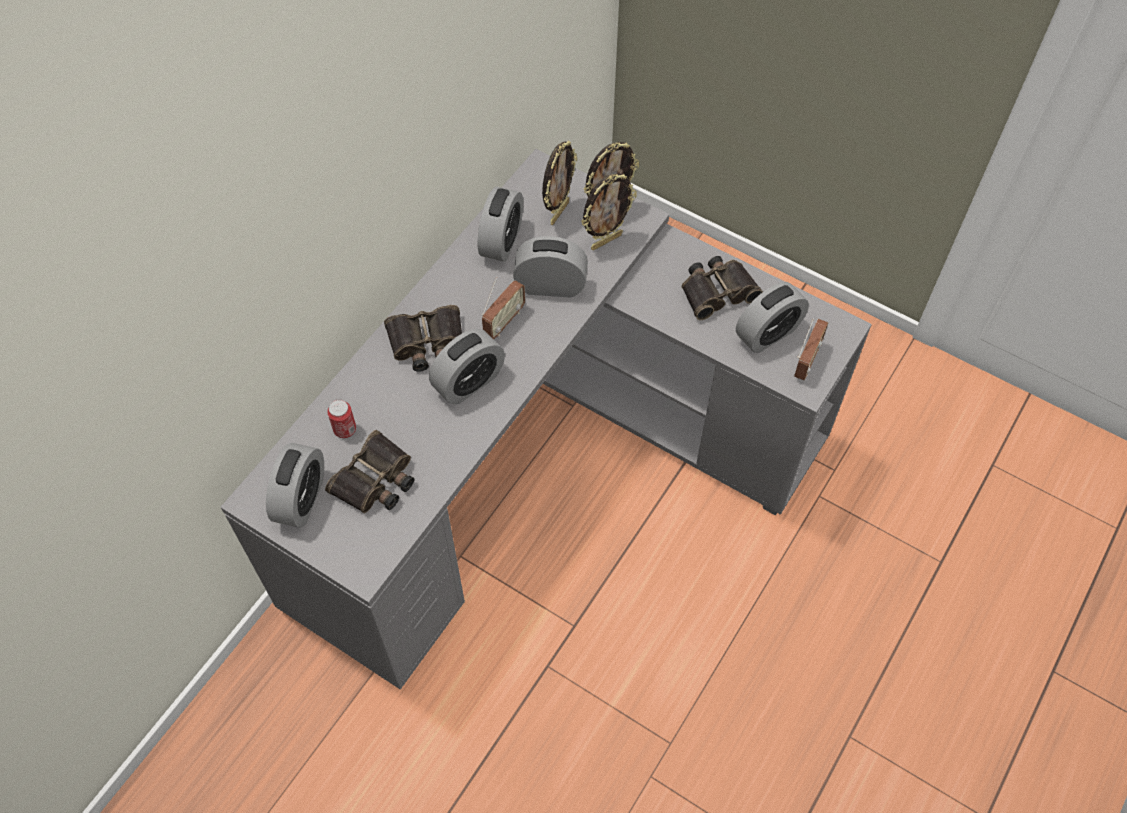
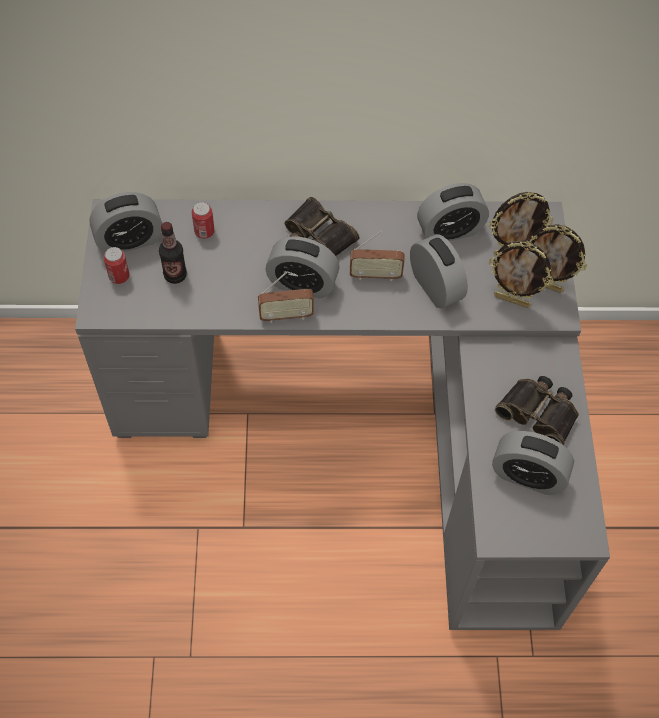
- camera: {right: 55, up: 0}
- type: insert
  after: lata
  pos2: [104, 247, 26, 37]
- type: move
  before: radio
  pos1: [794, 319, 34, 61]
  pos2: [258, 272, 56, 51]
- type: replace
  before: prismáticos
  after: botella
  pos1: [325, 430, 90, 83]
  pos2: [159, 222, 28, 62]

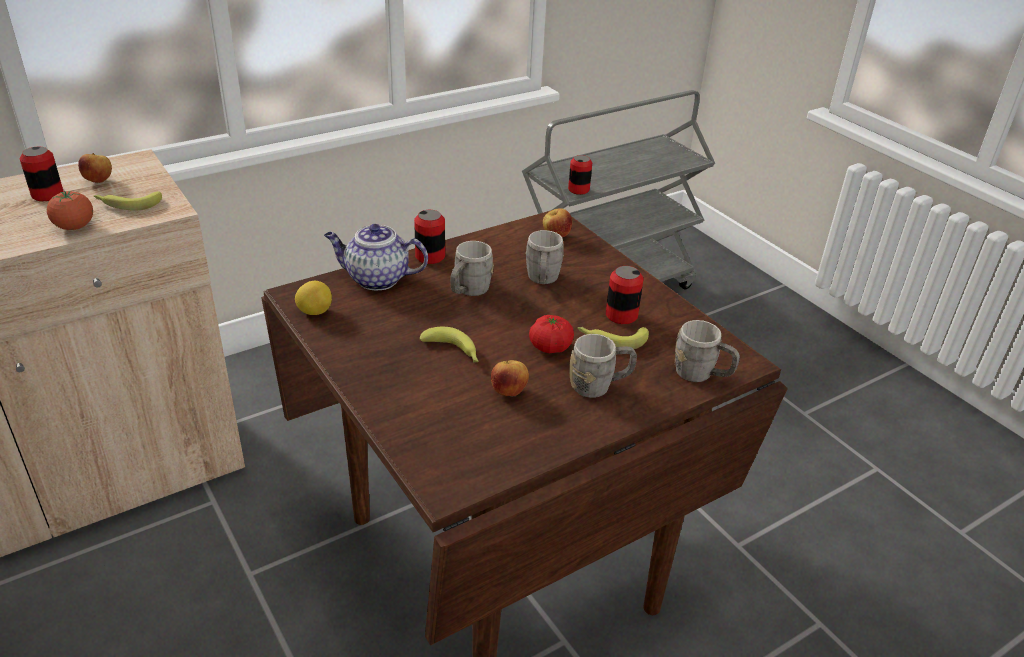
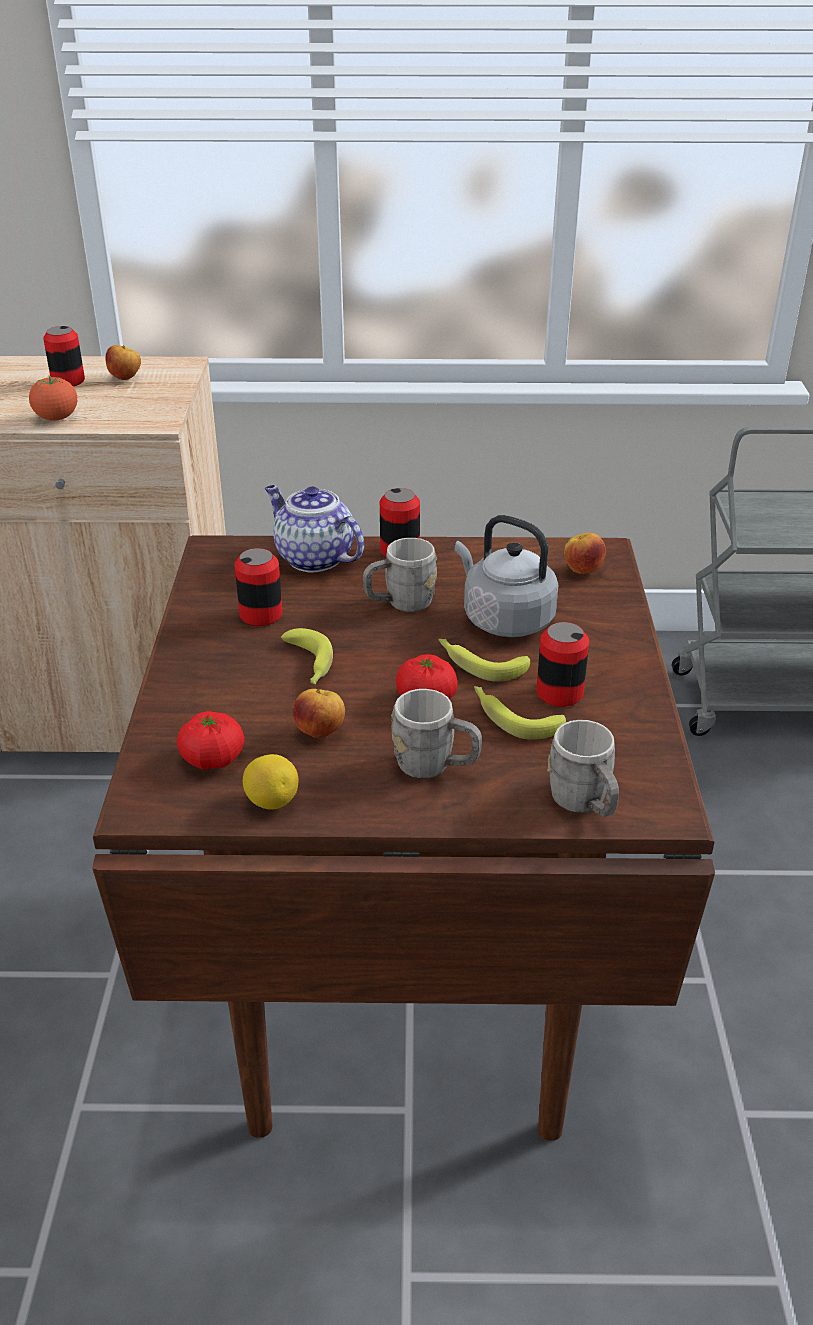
- camera: {right: 35, up: 0}
- type: insert
  after: tomate
  pos2: [177, 711, 68, 58]
- type: move
  before: plátano
  pos1: [94, 191, 68, 20]
  pos2: [438, 639, 92, 42]
- type: move
  before: limón
  pos1: [295, 281, 37, 34]
  pos2: [243, 754, 56, 56]
- type: move
  before: lata
  pos1: [568, 155, 24, 40]
  pos2: [235, 548, 47, 78]
- type: replace
  before: taza grande [gris]
  after: hervidor [gris]
  pos1: [525, 230, 39, 54]
  pos2: [455, 515, 103, 122]

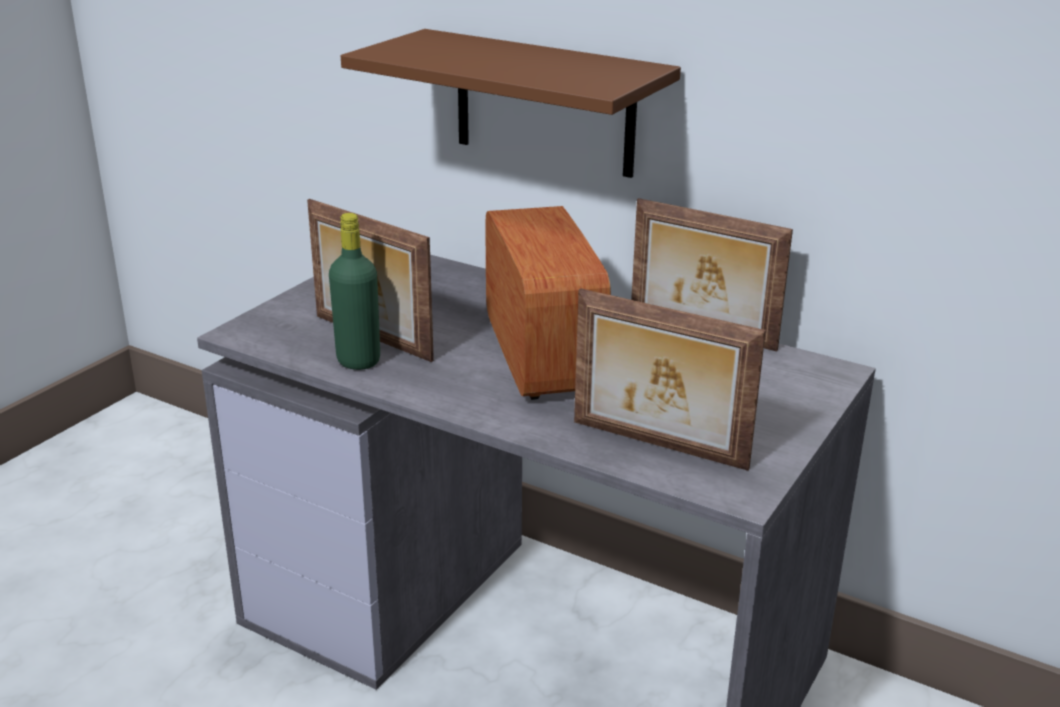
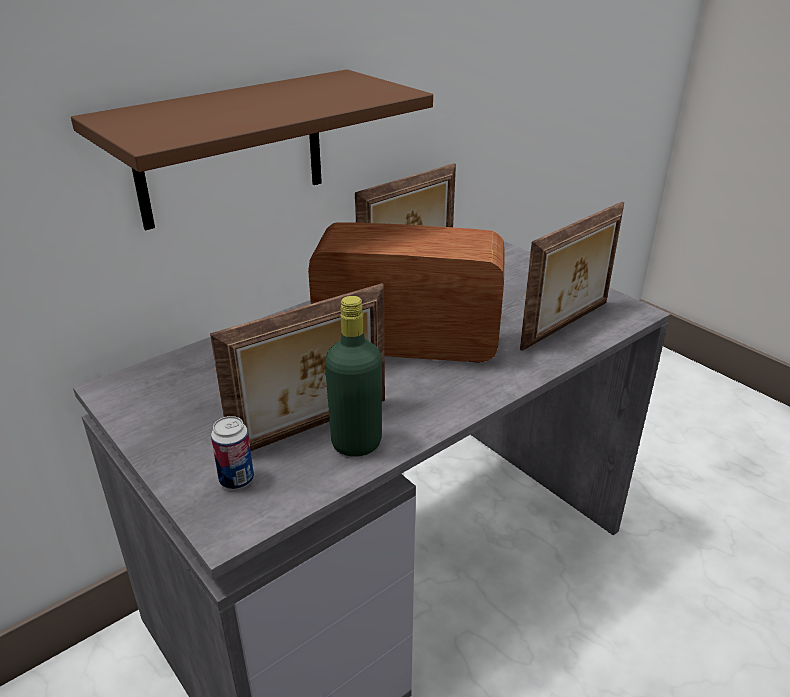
- camera: {right: -70, up: 5}
- type: insert
  after: lata
  pos2: [211, 416, 43, 74]

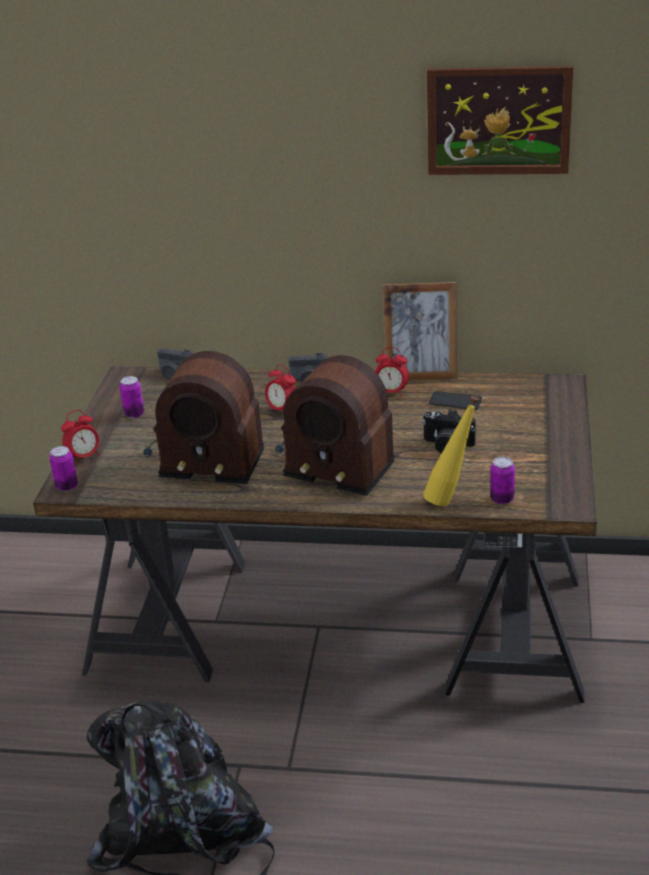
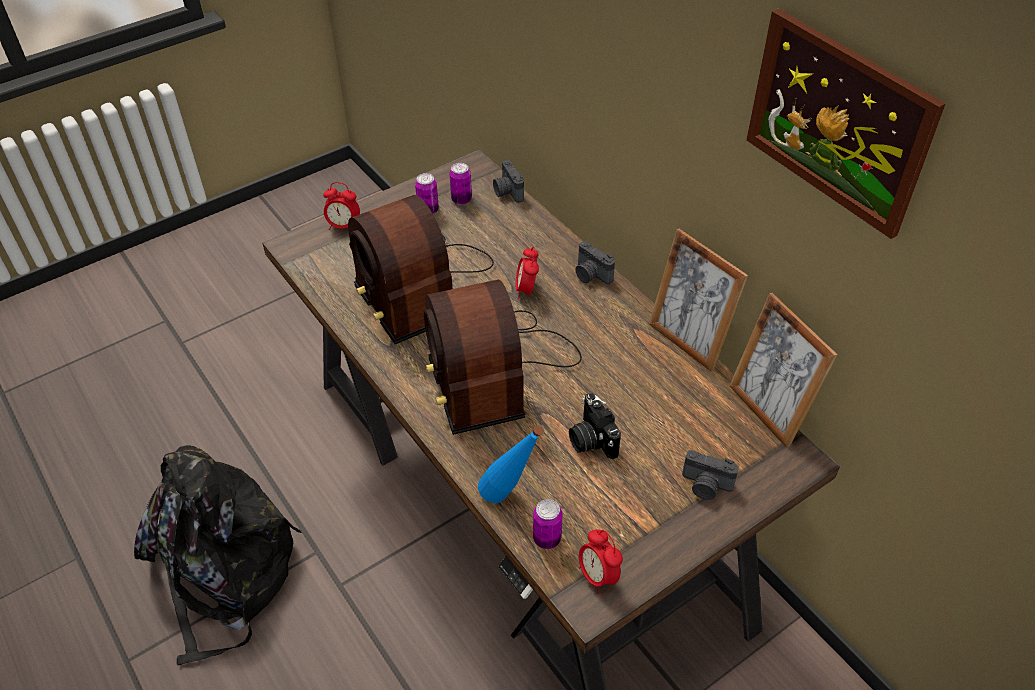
- camera: {right: 45, up: 15}
- type: delete
  before: móvil
  pos1: [429, 391, 53, 19]
- type: insert
  after: cámara
  pos2: [682, 450, 57, 50]
- type: insert
  after: portarretratos
  pos2: [729, 293, 108, 155]
- type: move
  before: lata
  pos1: [49, 446, 29, 45]
  pos2: [449, 163, 23, 42]
- type: move
  before: despertador
  pos1: [375, 347, 34, 50]
  pos2: [579, 529, 44, 65]
- type: recolor
  before: botella [amarillo]
  after: botella [azul]
  pos1: [423, 396, 56, 110]
  pos2: [478, 425, 66, 78]

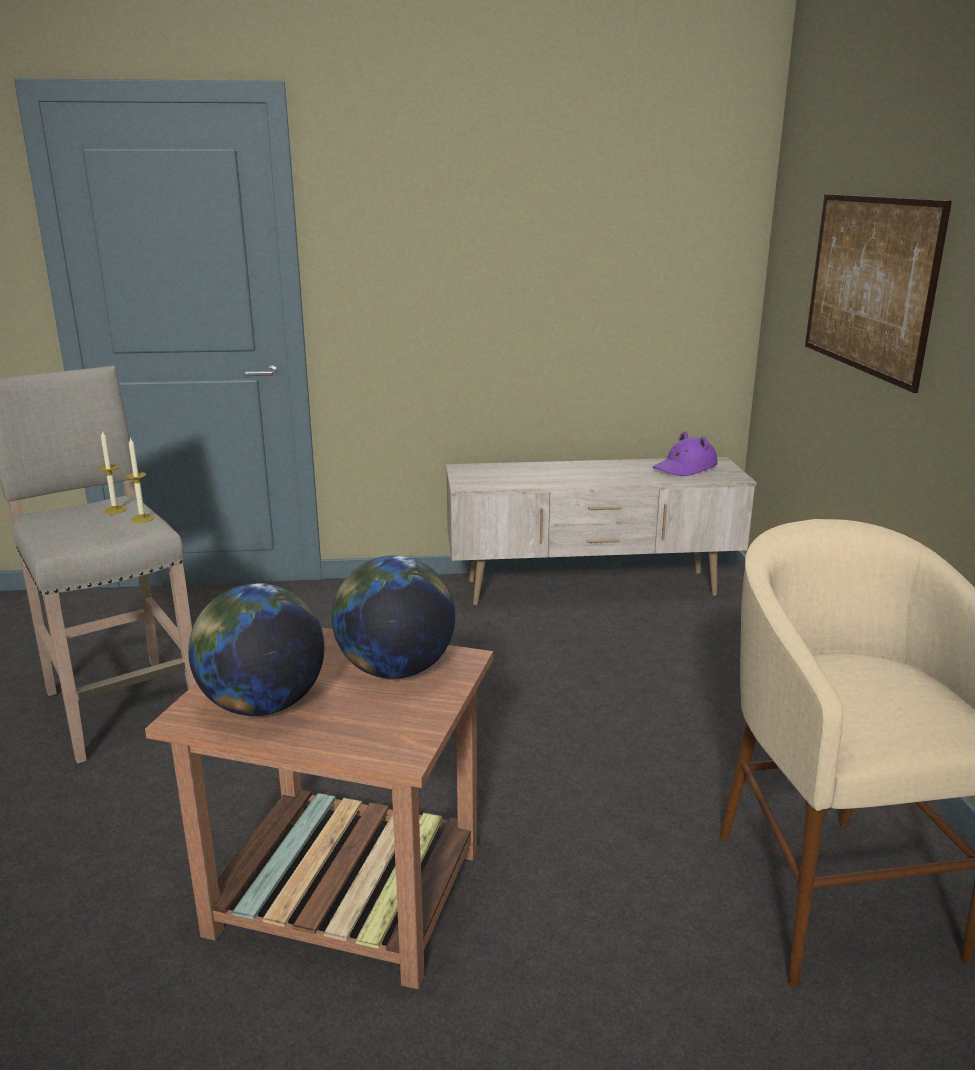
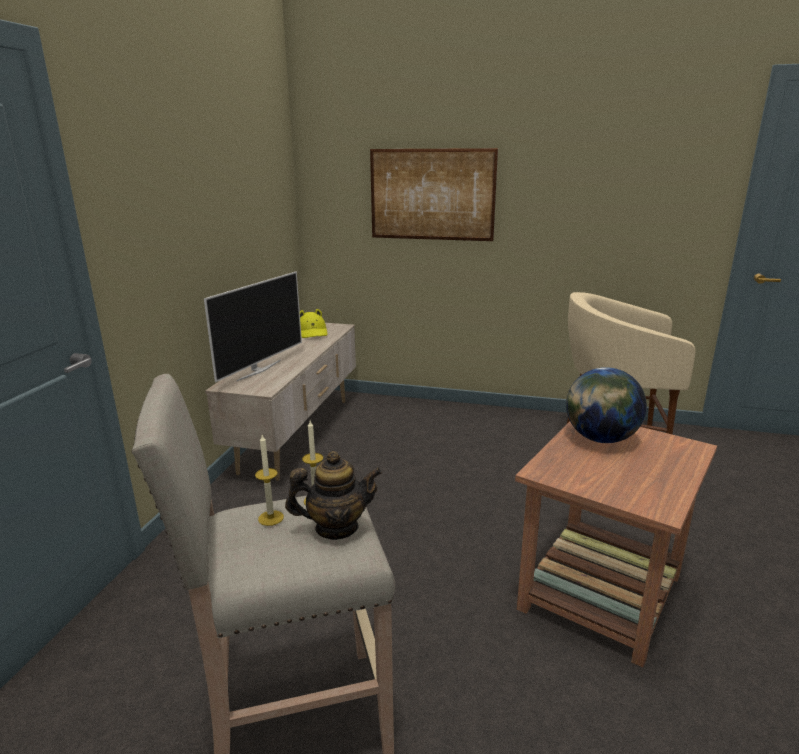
- camera: {right: -70, up: 0}
- type: delete
  before: globo terráqueo
  pos1: [188, 583, 136, 133]
- type: insert
  after: televisor
  pos2: [204, 272, 98, 110]
- type: insert
  after: tetera
  pos2: [285, 451, 97, 89]
- type: recolor
  before: sombrero [morado]
  after: sombrero [amarillo]
  pos1: [653, 431, 64, 45]
  pos2: [300, 309, 28, 29]

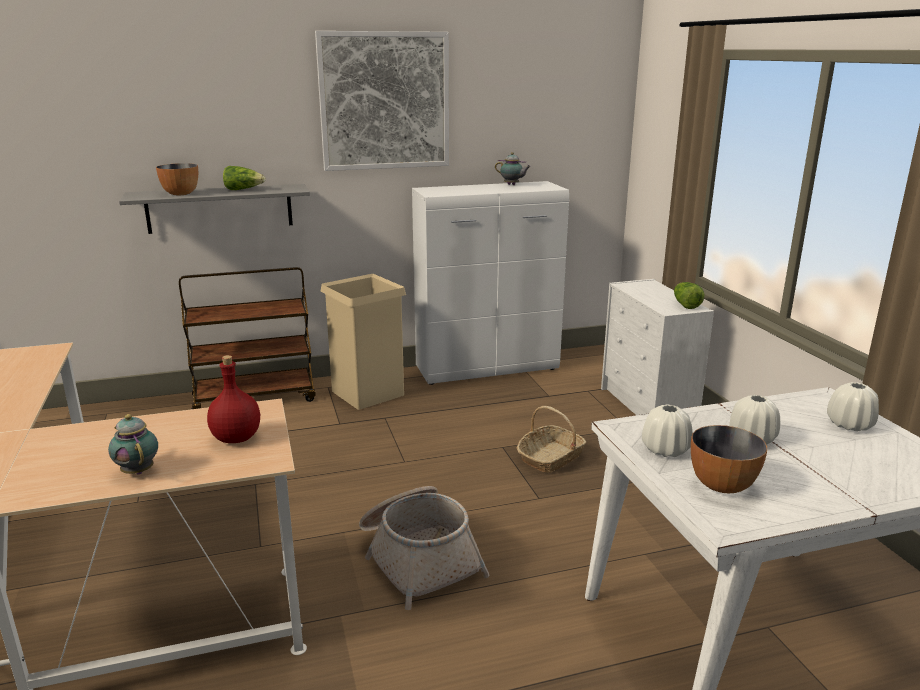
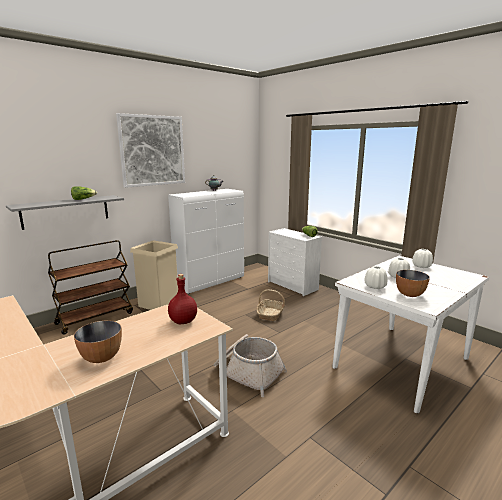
- camera: {right: -25, up: -5}
- type: delete
  before: tetera
  pos1: [108, 414, 50, 61]
- type: move
  before: cuenco
  pos1: [156, 163, 42, 32]
  pos2: [74, 321, 48, 42]

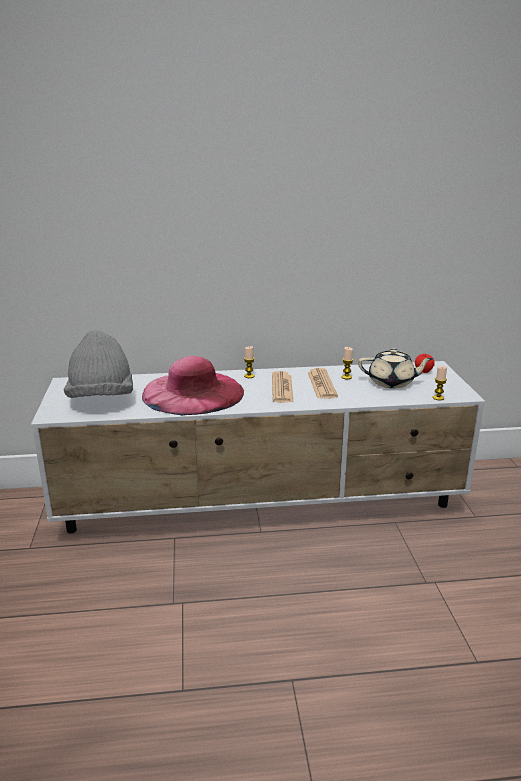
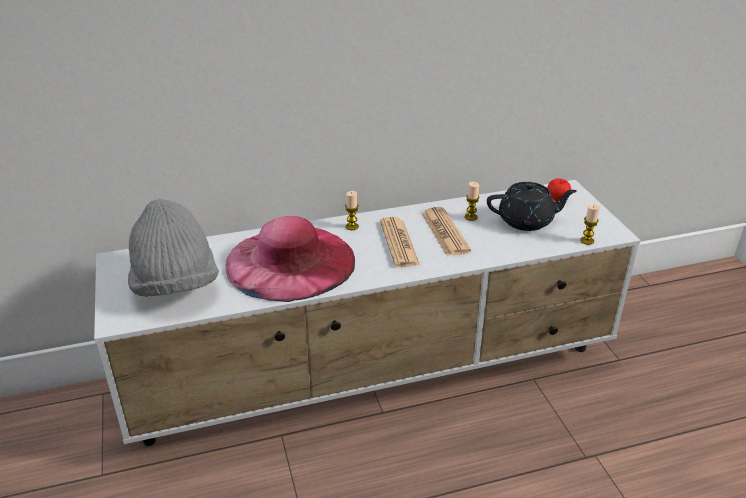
- camera: {right: -10, up: 10}
- type: recolor
  before: tetera [beis]
  after: tetera [negro]
  pos1: [358, 348, 76, 40]
  pos2: [487, 182, 90, 49]

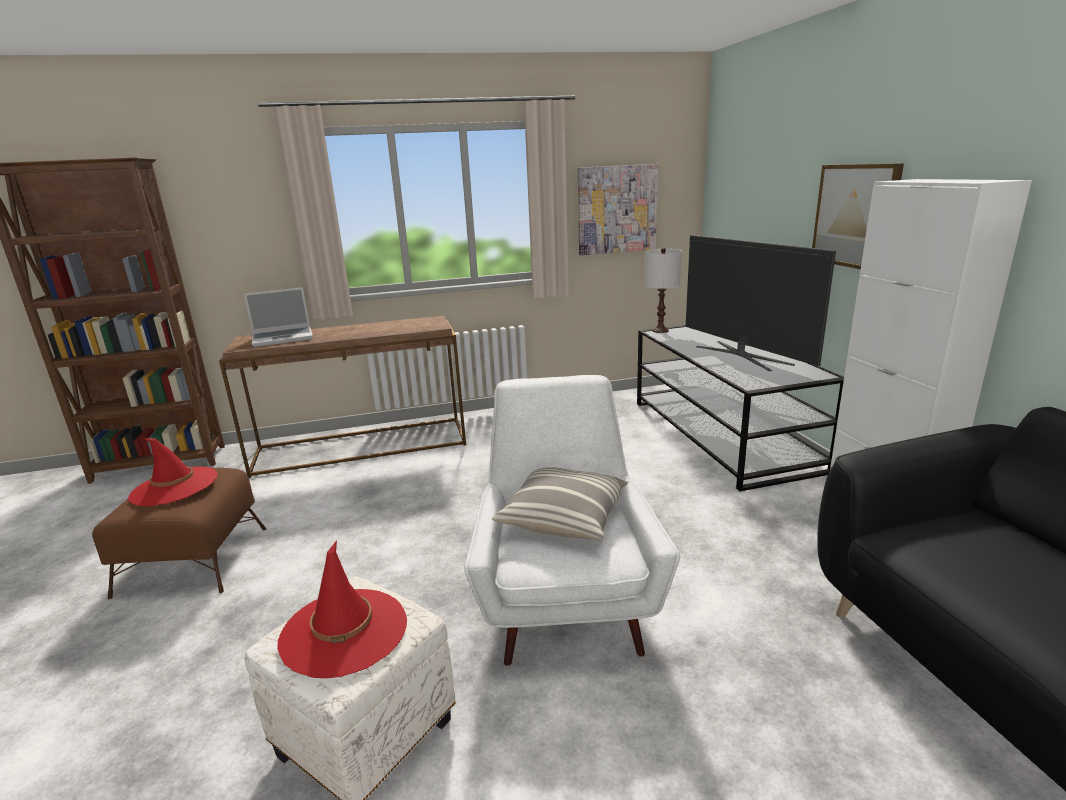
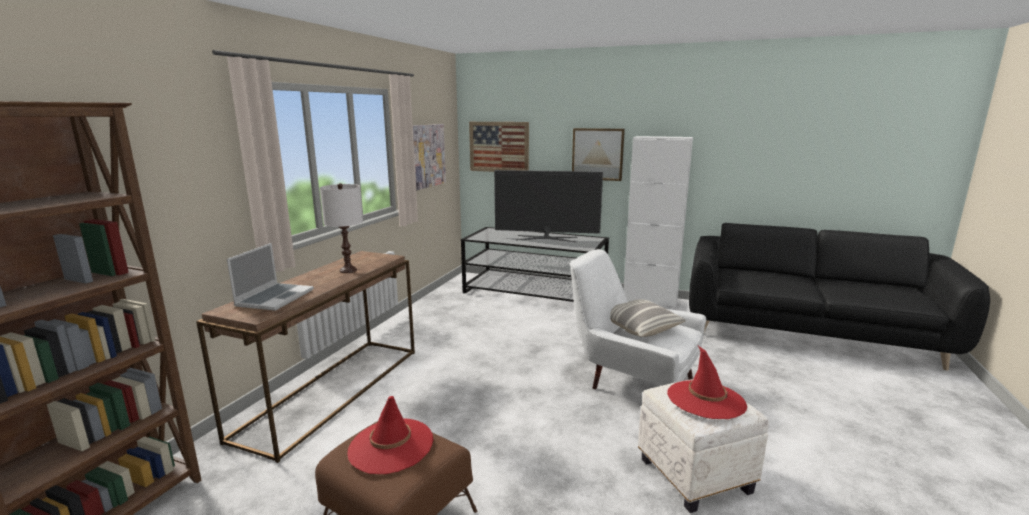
- camera: {right: -55, up: -5}
- type: insert
  after: cuadro
  pos2: [469, 122, 60, 50]
- type: move
  before: lámpara de mesa [blanco]
  pos1: [644, 248, 38, 85]
  pos2: [320, 183, 43, 90]

